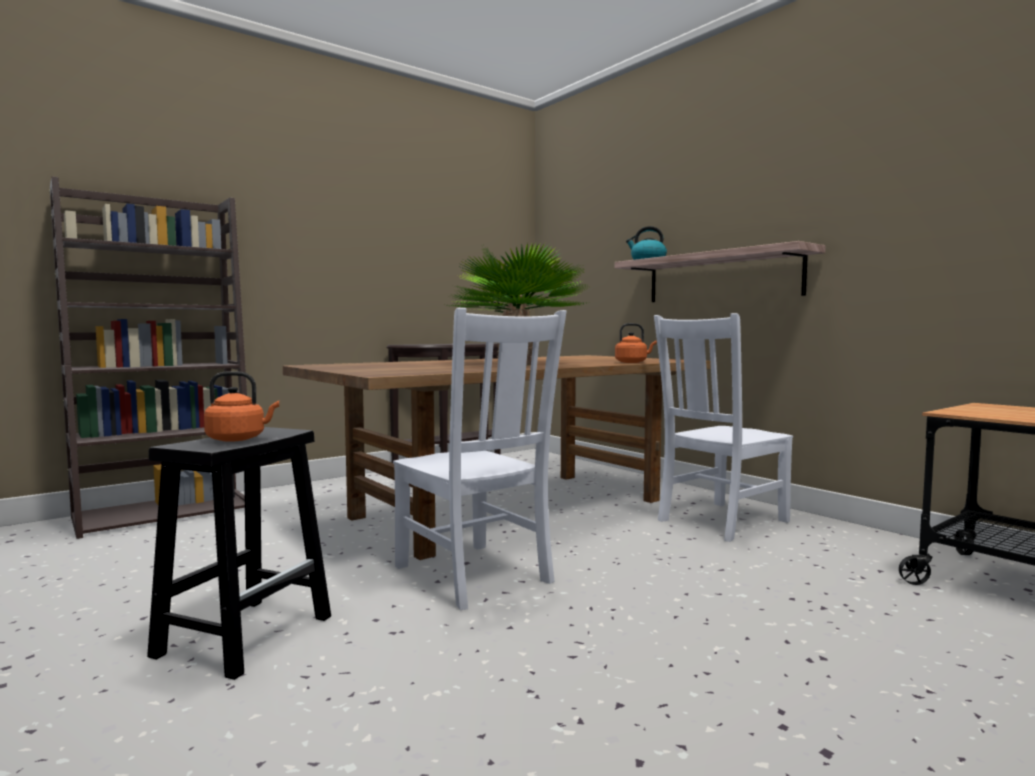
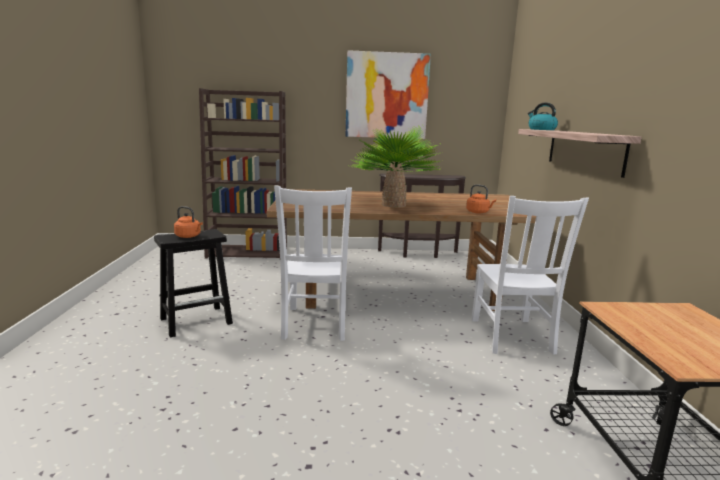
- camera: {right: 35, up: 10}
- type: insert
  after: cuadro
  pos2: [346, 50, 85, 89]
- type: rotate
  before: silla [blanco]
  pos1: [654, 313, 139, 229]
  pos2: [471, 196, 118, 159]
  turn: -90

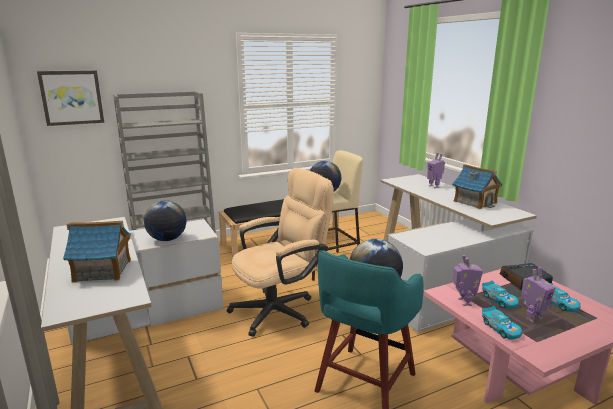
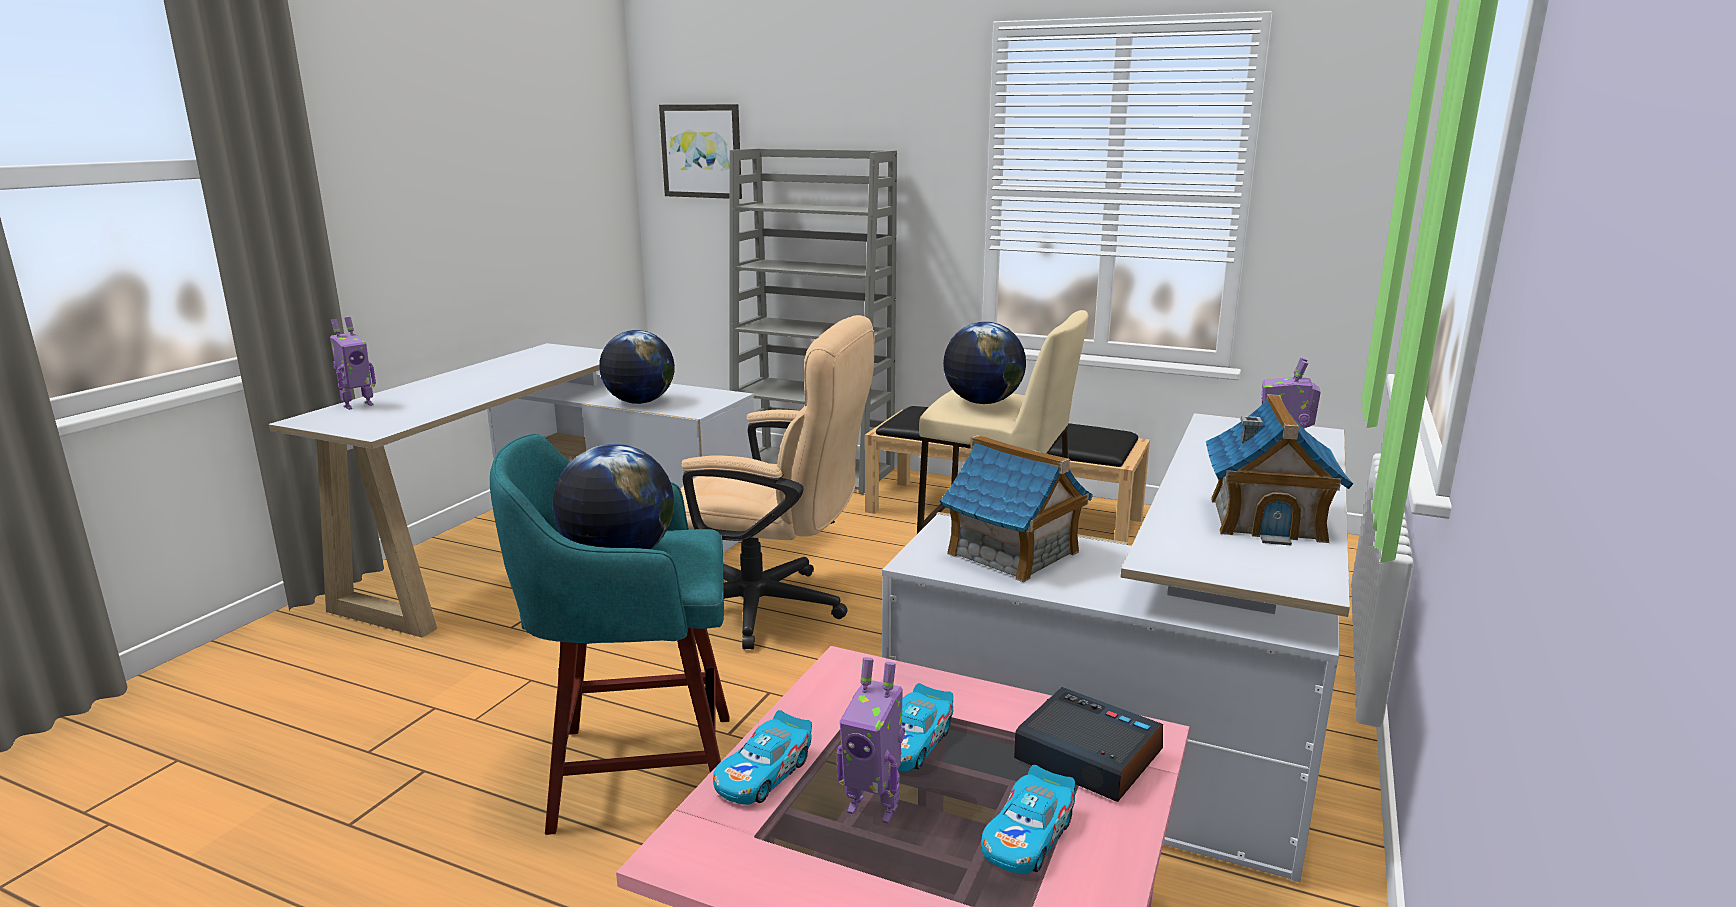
- camera: {right: 50, up: 0}
- type: move
  before: casita
  pos1: [63, 221, 68, 62]
  pos2: [940, 435, 153, 147]
- type: move
  before: robot de juguete
  pos1: [453, 255, 30, 51]
  pos2: [330, 317, 46, 93]

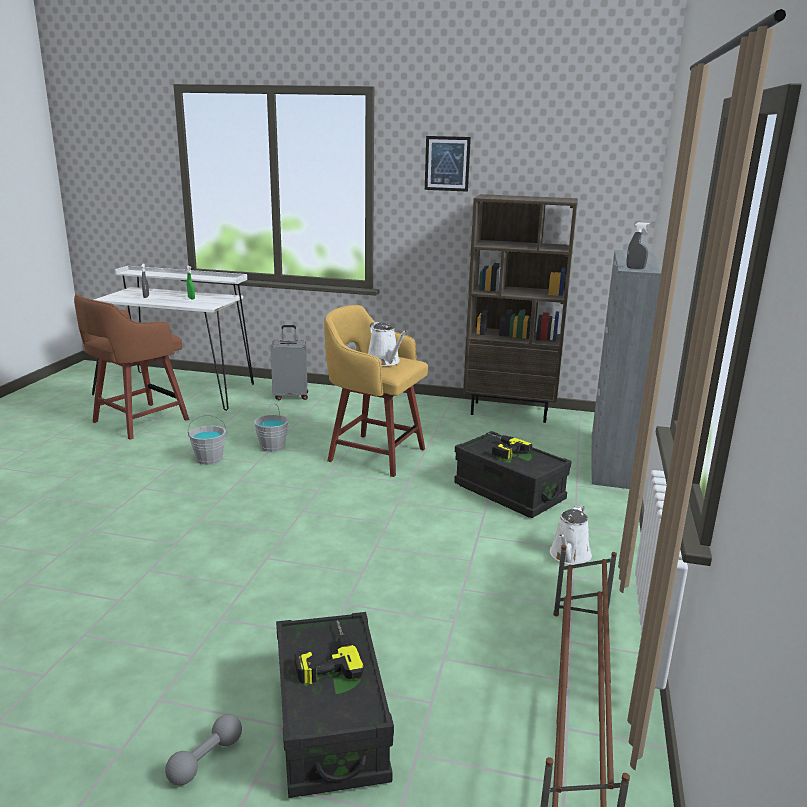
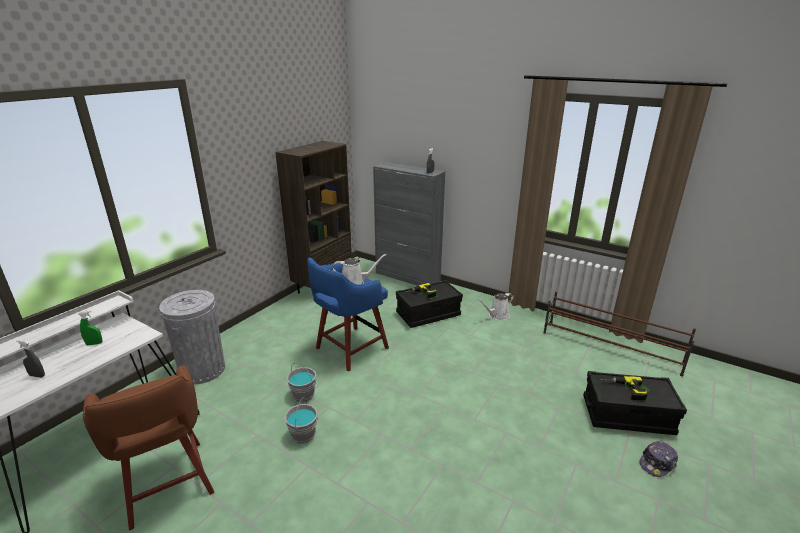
- camera: {right: -70, up: 5}
- type: delete
  before: cuadro
  pos1: [425, 136, 46, 56]
- type: replace
  before: mancuerna [gris]
  after: gorra
  pos1: [165, 714, 77, 72]
  pos2: [640, 441, 38, 36]
- type: replace
  before: maleta [gris]
  after: papelera [gris]
  pos1: [270, 325, 38, 75]
  pos2: [159, 290, 66, 94]
- type: recolor
  before: taburete [amarillo]
  after: taburete [azul]
  pos1: [324, 305, 104, 172]
  pos2: [307, 258, 82, 114]
- type: rotate
  before: regadera [blanco]
  pos1: [550, 505, 42, 60]
  pos2: [478, 293, 36, 27]
  turn: 105

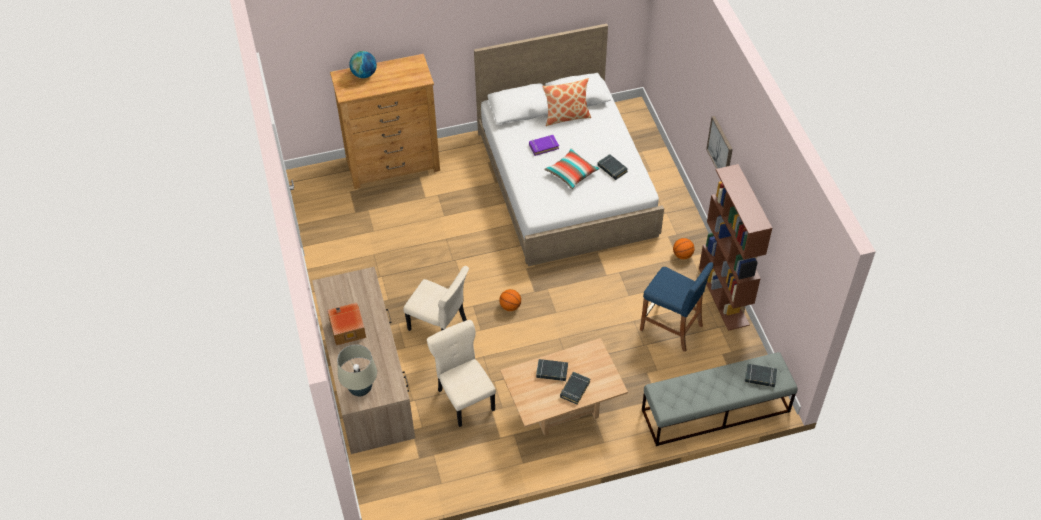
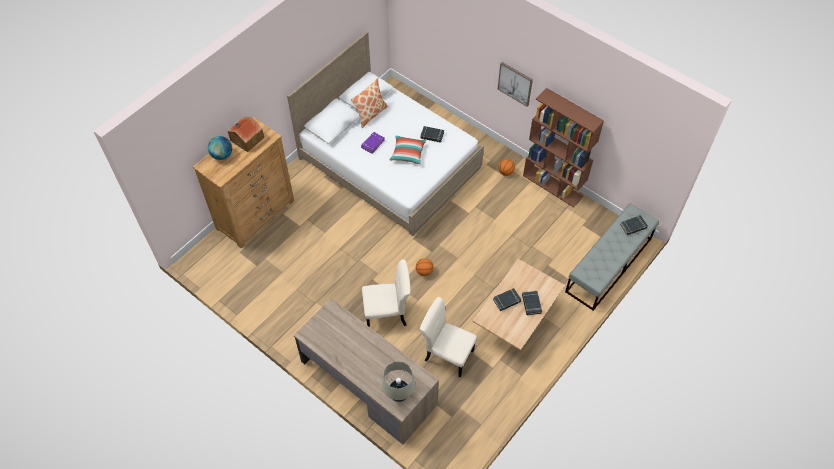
- camera: {right: -35, up: 5}
- type: delete
  before: taburete [azul]
  pos1: [640, 262, 74, 90]
- type: move
  before: casita
  pos1: [327, 303, 39, 42]
  pos2: [227, 117, 37, 35]

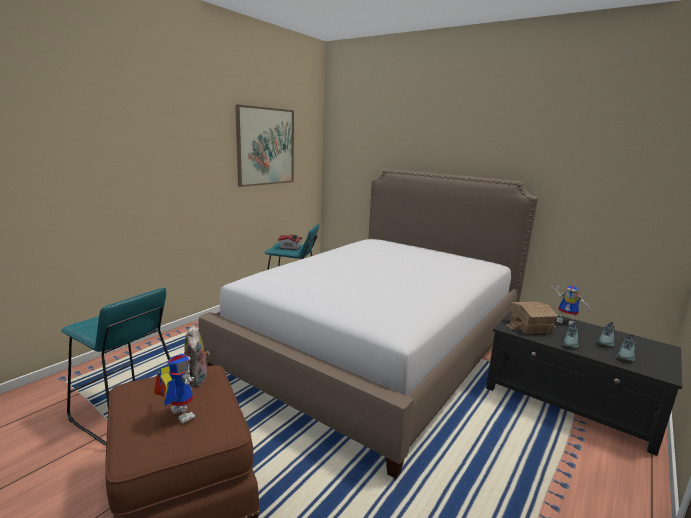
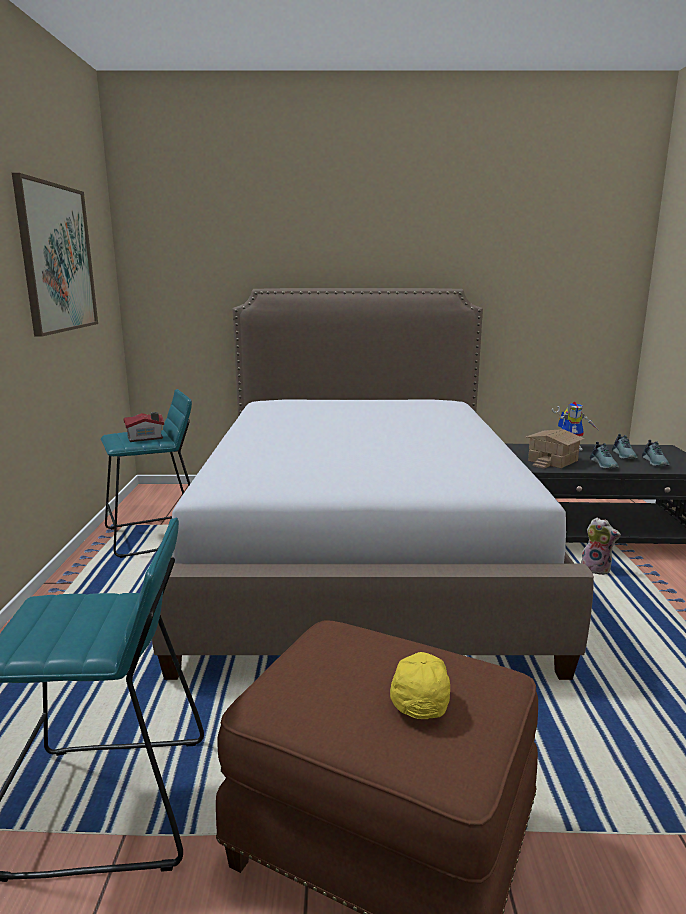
- camera: {right: -35, up: 0}
- type: move
  before: peluche
  pos1: [184, 325, 26, 62]
  pos2: [581, 518, 40, 57]
- type: replace
  before: robot de juguete
  after: gorra [amarillo]
  pos1: [153, 353, 42, 70]
  pos2: [390, 652, 60, 67]

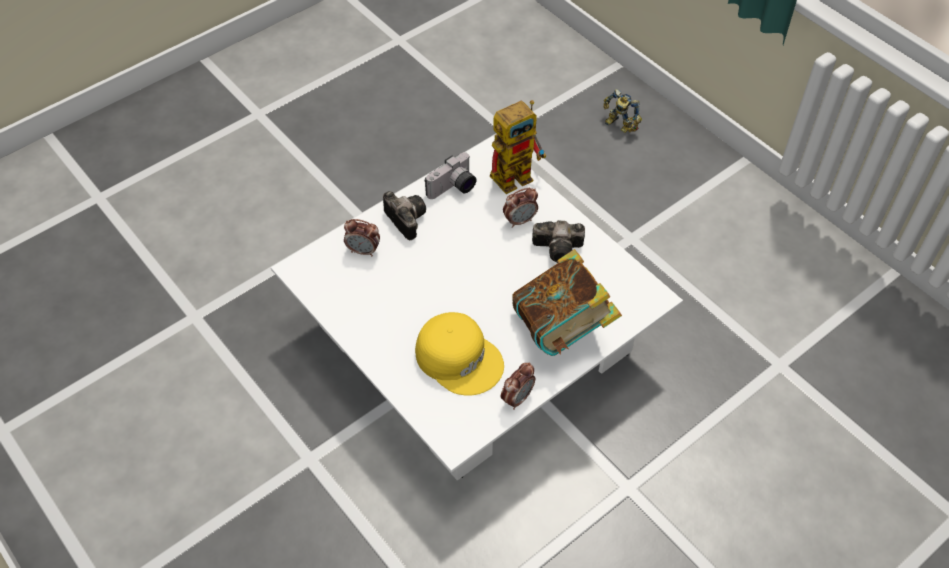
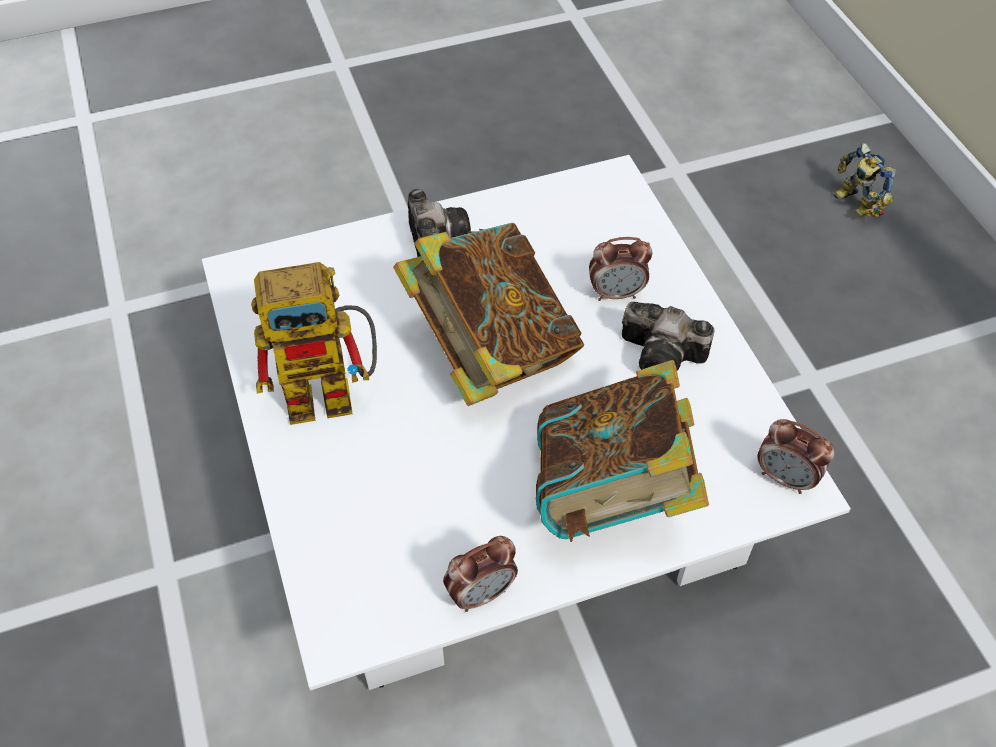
- camera: {right: 20, up: 0}
- type: delete
  before: gorra [amarillo]
  pos1: [415, 312, 89, 83]
- type: delete
  before: cámara
  pos1: [425, 152, 51, 47]
- type: insert
  after: libro
  pos2: [393, 223, 191, 183]
- type: move
  before: despertador
  pos1: [344, 219, 36, 38]
  pos2: [757, 419, 78, 75]
- type: move
  before: robot de juguete
  pos1: [490, 100, 57, 94]
  pos2: [251, 262, 126, 163]

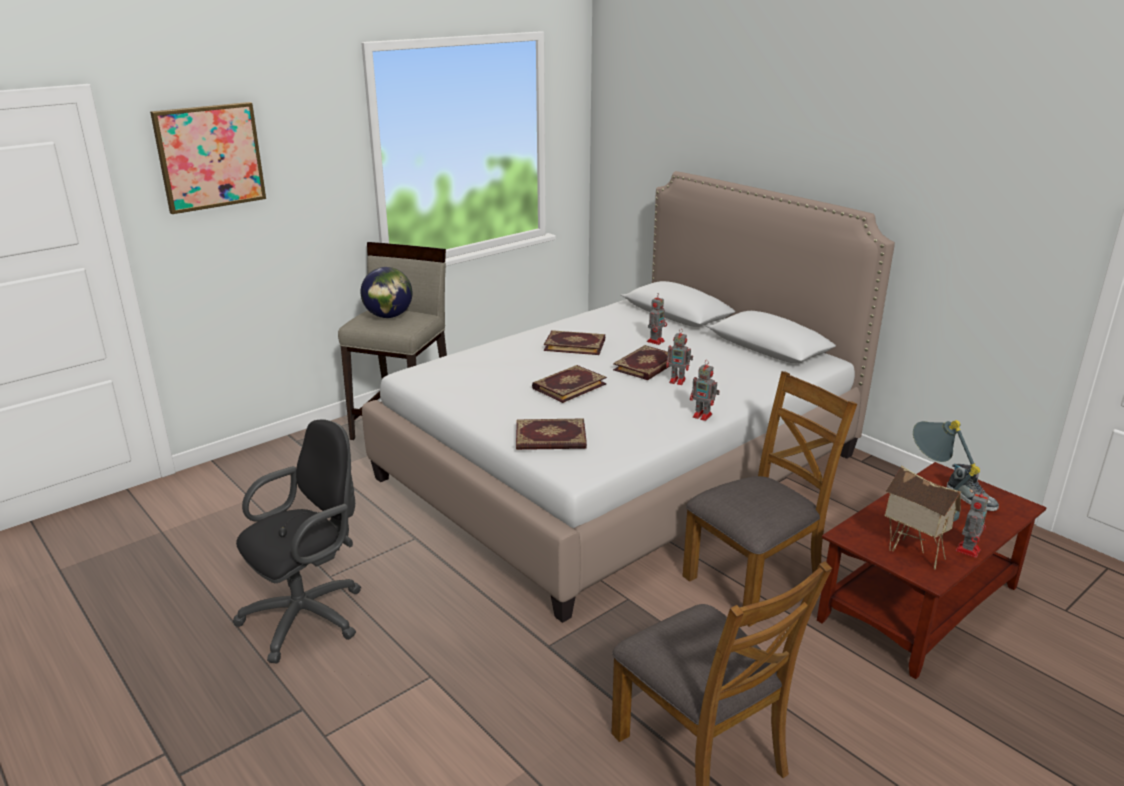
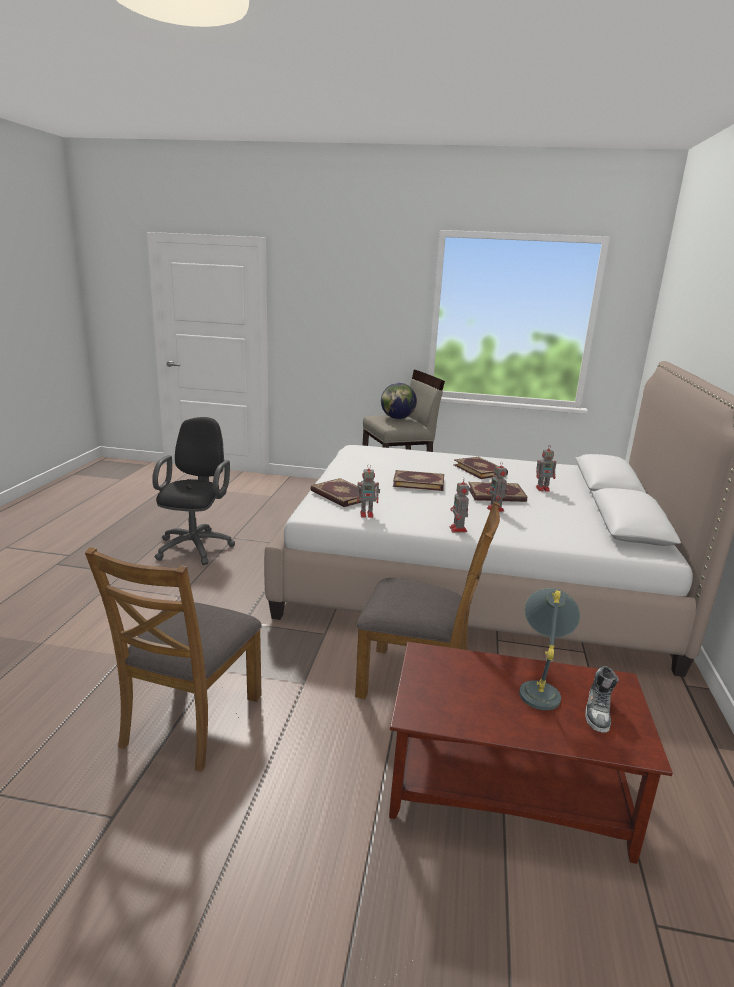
- camera: {right: 50, up: -5}
- type: delete
  before: cuadro
  pos1: [150, 102, 116, 112]
- type: delete
  before: casita
  pos1: [884, 465, 77, 104]
- type: move
  before: robot de juguete
  pos1: [956, 489, 33, 69]
  pos2: [357, 464, 23, 54]
- type: rotate
  before: silla de oficina [negro]
  pos1: [233, 419, 128, 244]
  pos2: [152, 417, 83, 148]
  turn: -90

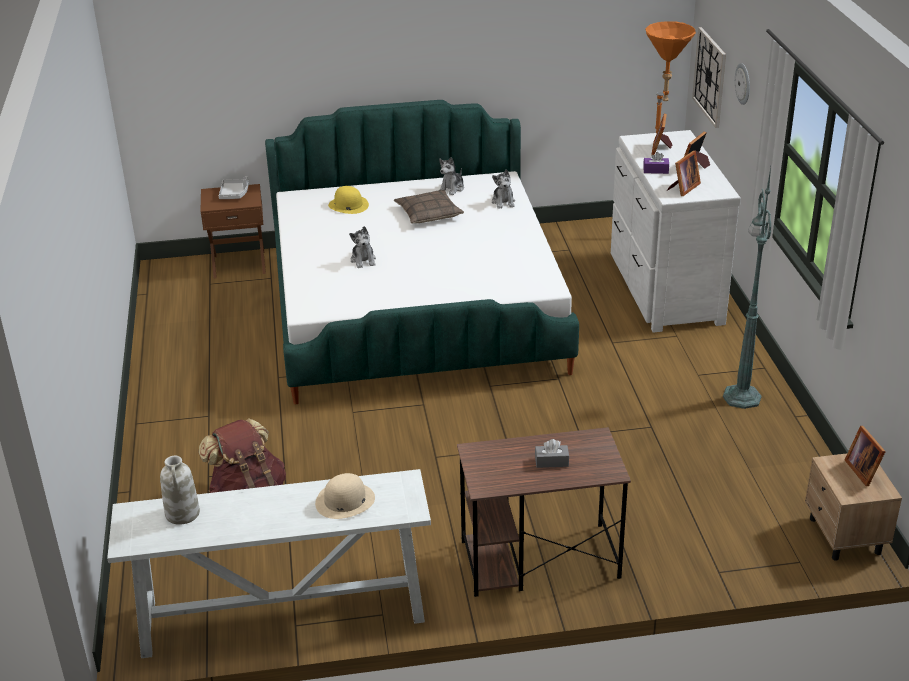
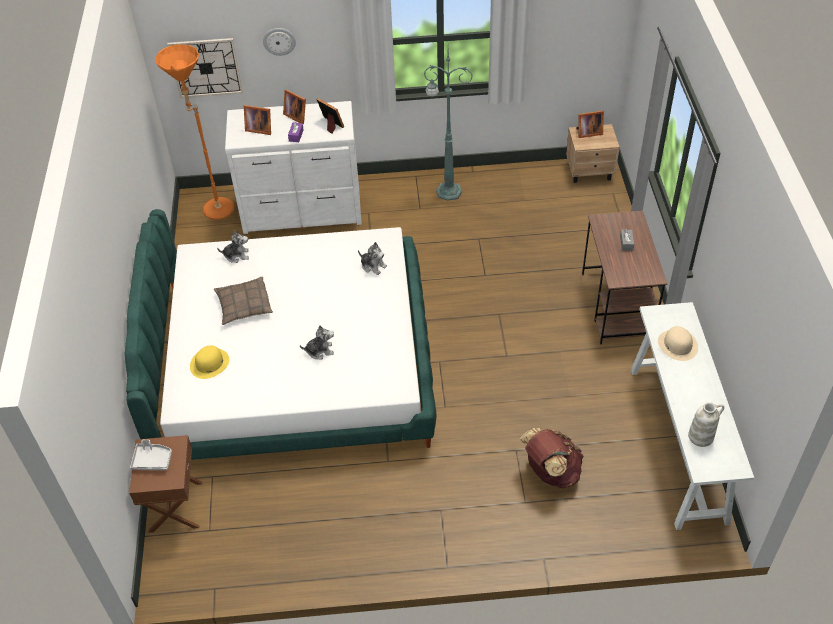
- camera: {right: -85, up: 15}
- type: move
  before: peluche
  pos1: [439, 157, 25, 38]
  pos2: [358, 242, 29, 33]

